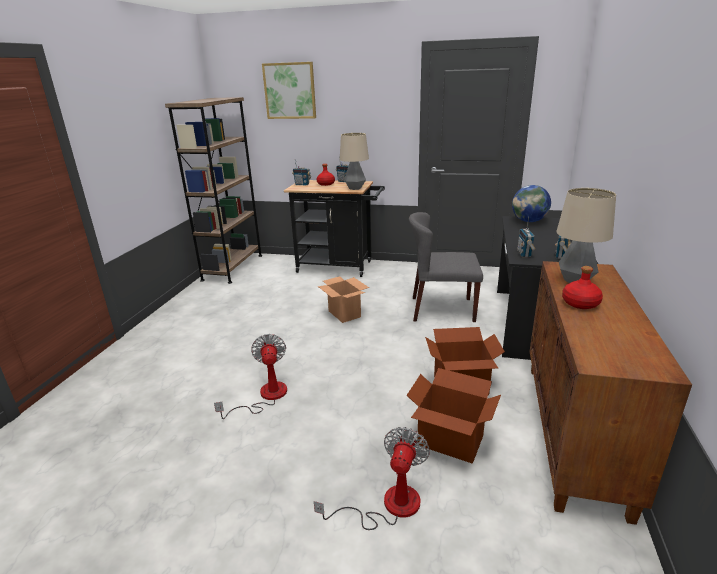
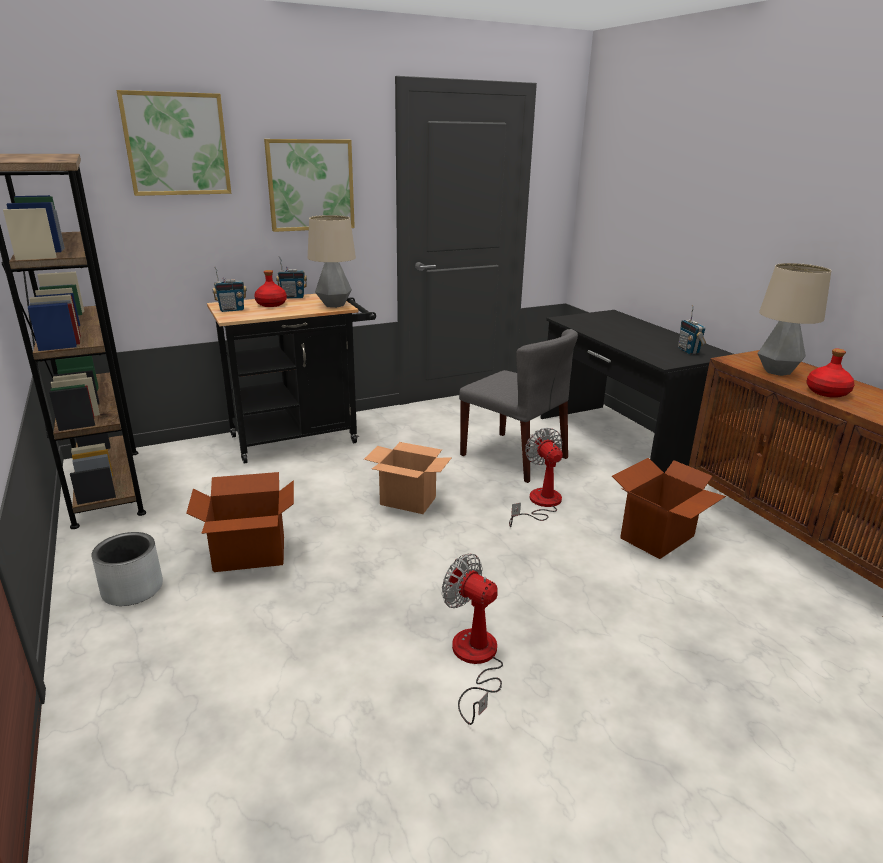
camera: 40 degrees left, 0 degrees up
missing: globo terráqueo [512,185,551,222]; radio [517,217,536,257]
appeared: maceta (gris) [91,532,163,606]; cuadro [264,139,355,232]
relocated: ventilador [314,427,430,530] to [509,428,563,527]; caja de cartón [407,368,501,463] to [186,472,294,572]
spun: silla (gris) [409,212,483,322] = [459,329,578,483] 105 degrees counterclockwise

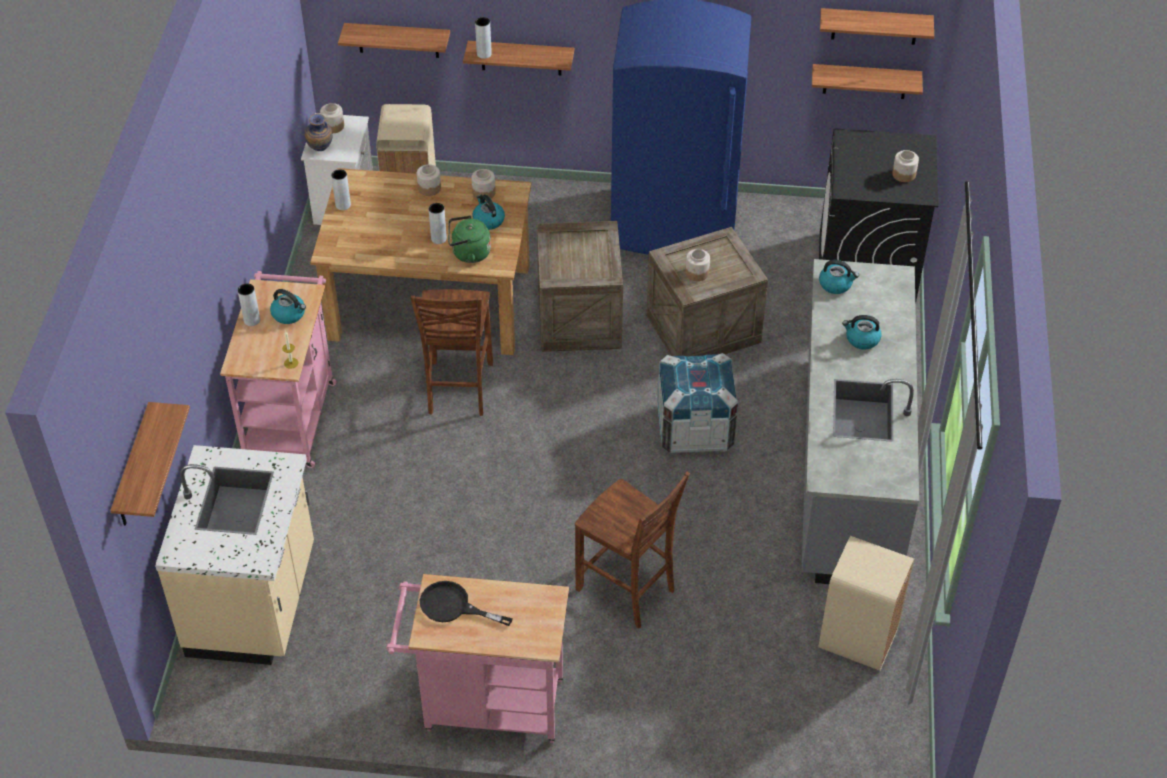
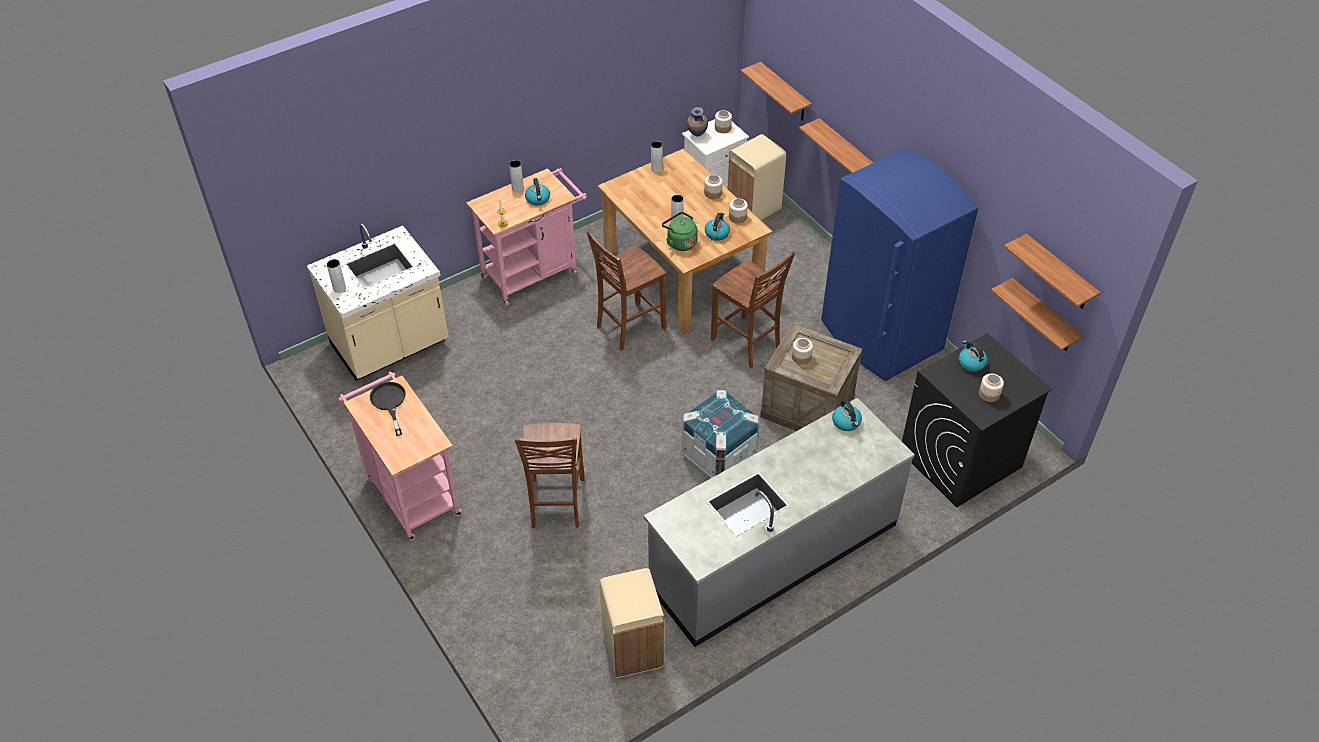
camera: 50 degrees right, 0 degrees up
missing: estante [110,402,190,526]
relocated: florero (gris) [475,17,492,59] to [327,259,346,293]; hervidor [842,315,882,350] to [959,340,988,372]
exchanged: caja de embalaje [537,221,623,352] to silla (marrón) [711,251,795,368]

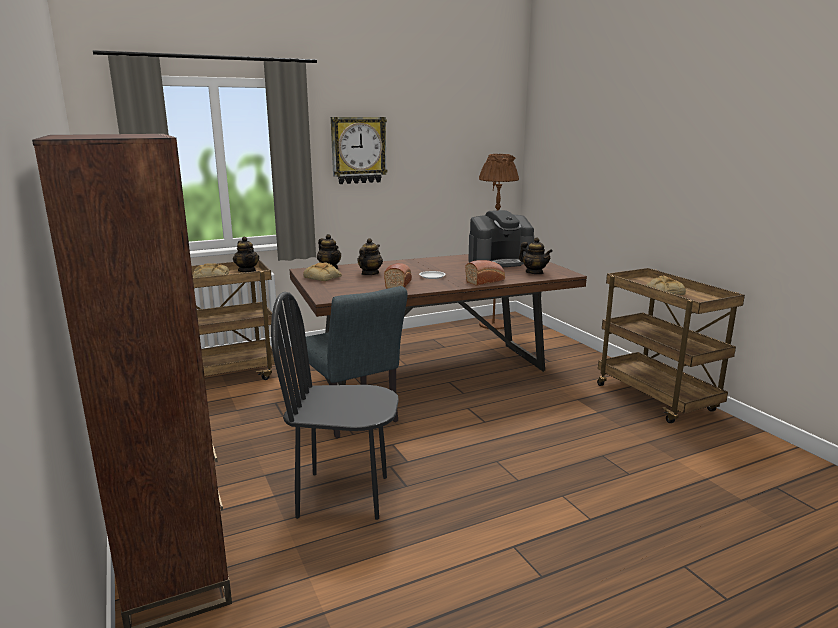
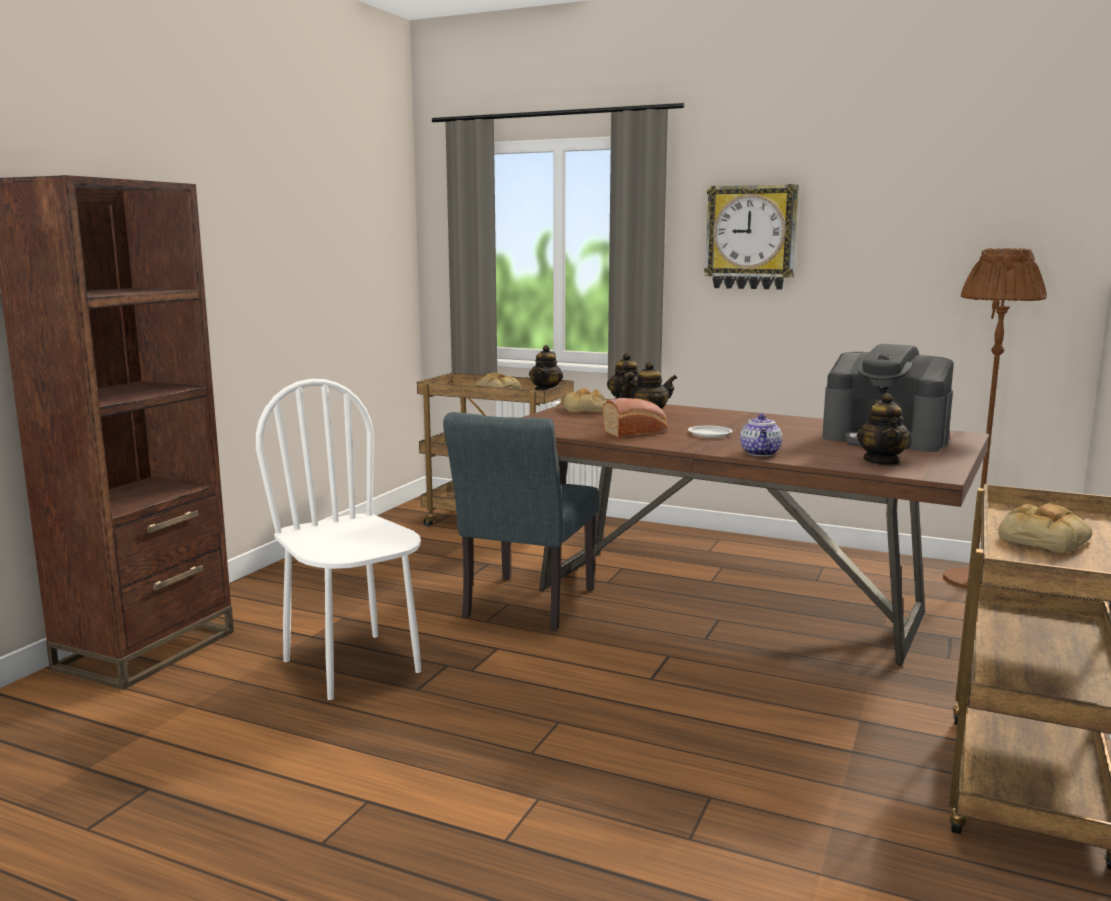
camera: 50 degrees right, 5 degrees down
exchanged: pan [465,260,505,286] to tetera [740,414,782,456]
colour: silla (negro) [271,292,399,520] to silla (blanco) [256,379,421,700]

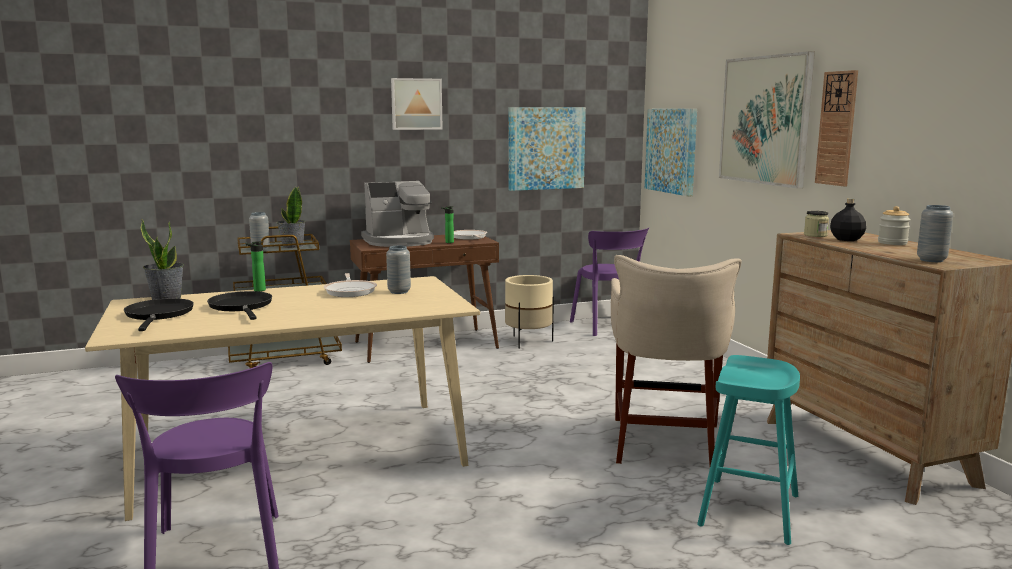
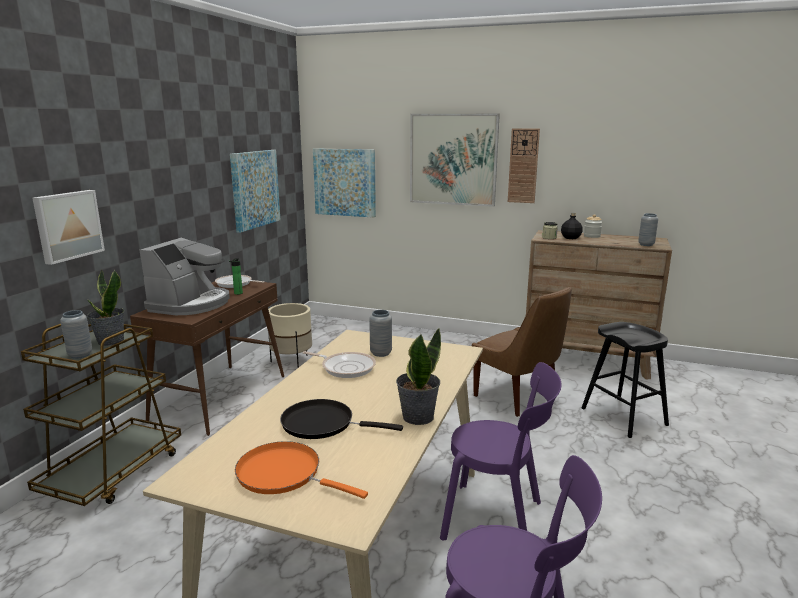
camera: 50 degrees left, 5 degrees up
missing: botella [246,241,266,292]
relocated: planta en maceta [141,218,184,300] to [396,327,441,425]; cuadro [391,78,443,130] to [32,190,105,265]; silla (morado) [570,228,649,336] to [440,362,561,541]
exchanged: taburete (beis) [611,255,742,467] to silla (marrón) [472,287,572,417]
colour: sartén (negro) [124,298,194,331] to sartén (naranja) [235,441,368,499]; taburete (turquesa) [697,355,800,545] to taburete (negro) [582,322,669,438]

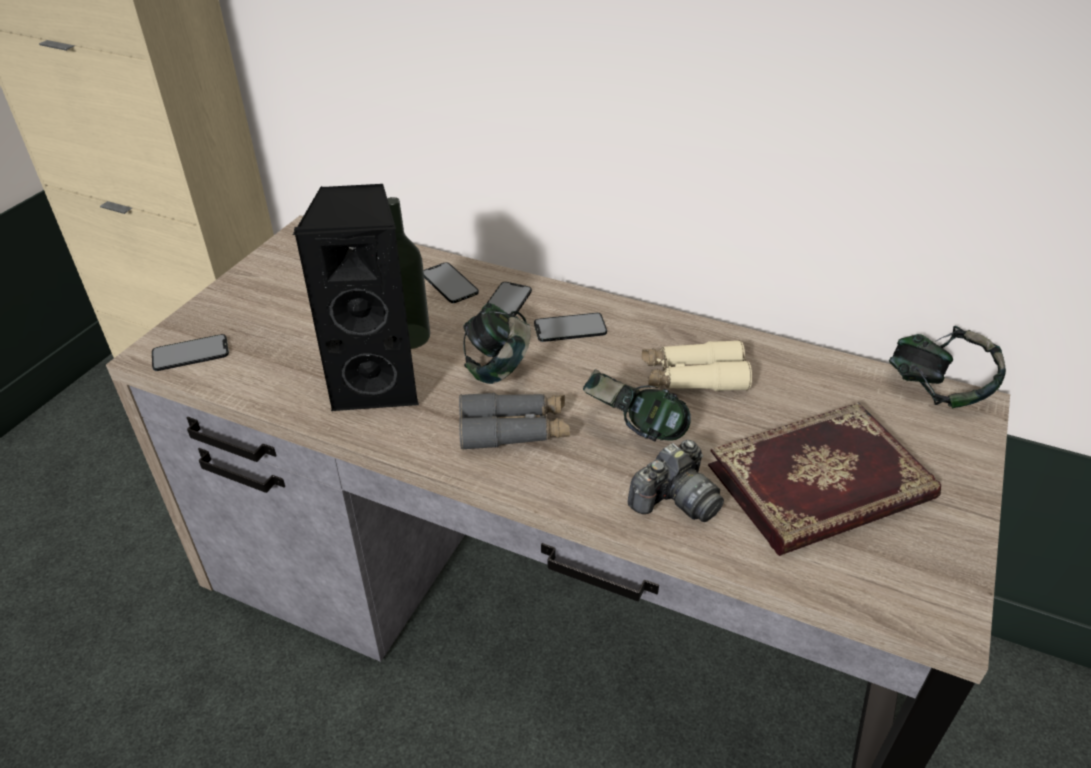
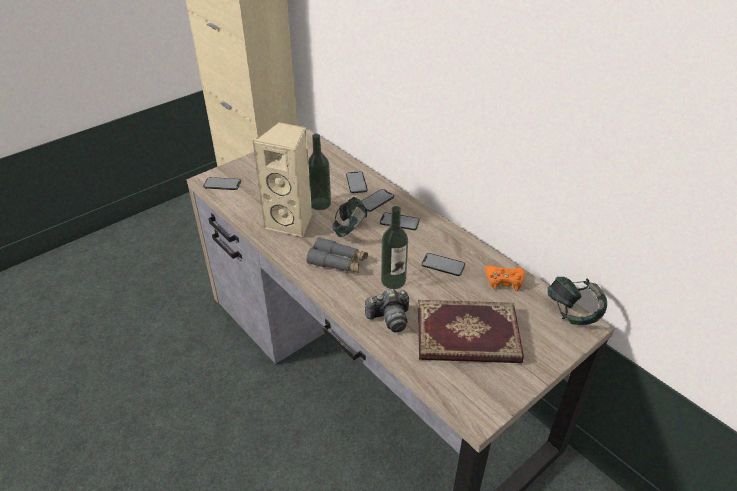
camera: 25 degrees right, 0 degrees up
appeared: mando de consola (naranja) [485,265,525,291]
exchanged: auriculares [583,369,691,442] to botella [381,206,408,289]; prismáticos (beis) [642,340,752,391] to móvil [422,253,465,276]
colour: altavoz (negro) [293,184,419,412] to altavoz (beis) [252,122,313,237]

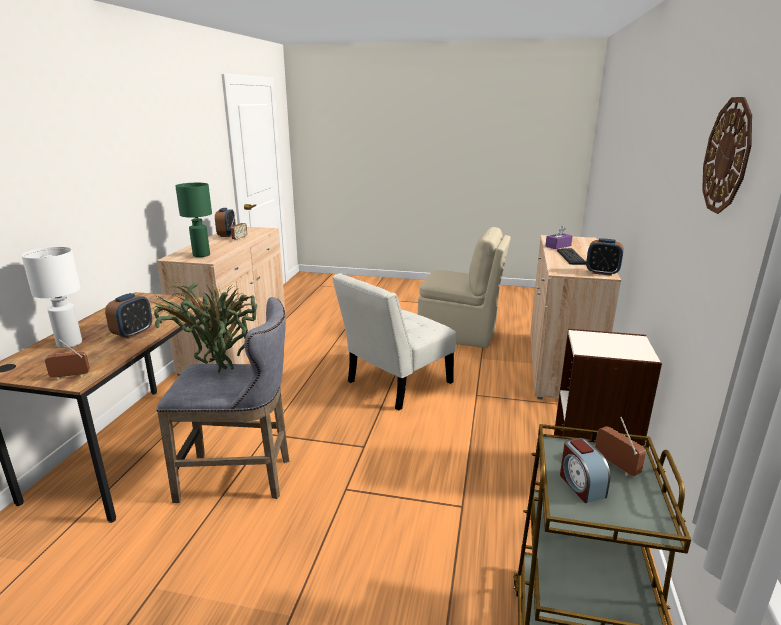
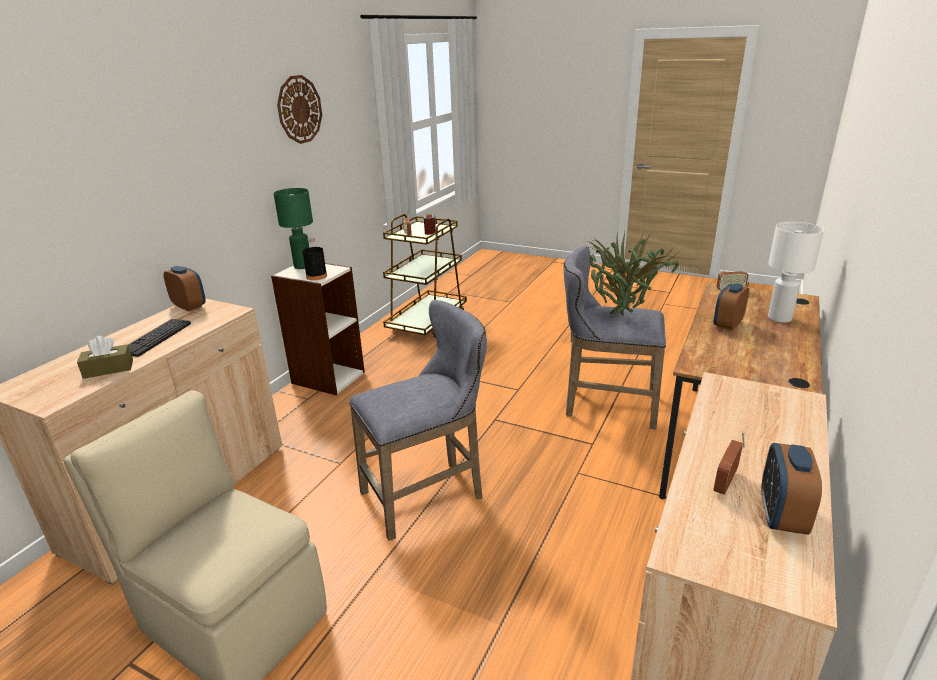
camera: 165 degrees left, 5 degrees up
appeared: botella (negro) [302,237,327,280]
relocated: lámpara de mesa (verde) [175,183,212,257] to [274,188,313,269]
exchanged: silla (blanco) [332,273,456,411] to taburete (gris) [349,300,487,541]
colour: caja de pañuelos (morado) [545,226,573,249] to caja de pañuelos (marrón) [77,336,133,379]

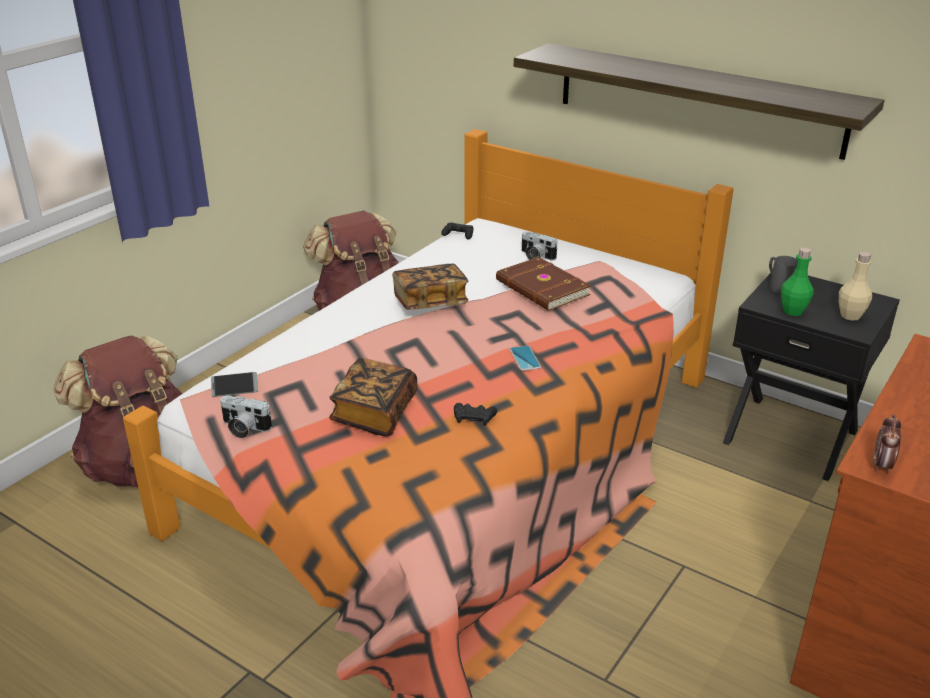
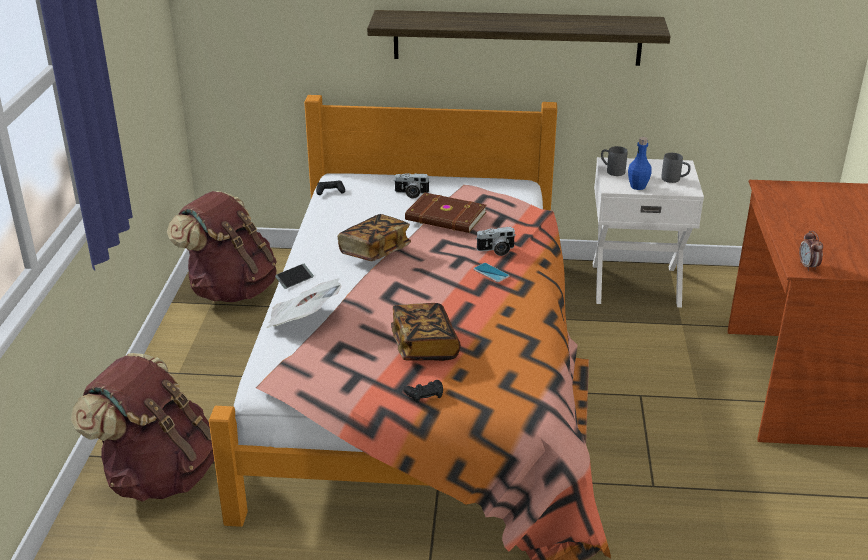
camera: 30 degrees left, 0 degrees up
appeared: periódico [267,278,341,328]
relocated: móvil [211,372,258,397] to [275,264,314,289]; cámara [220,395,272,438] to [476,227,516,256]; mando de consola (negro) [454,403,498,426] to [404,380,443,403]
exchanged: botella (beis) [839,252,872,321] to taza grande (gris) [661,153,691,183]
colour: mesita de noche (negro) [723,273,900,481] to mesita de noche (blanco) [593,157,704,308]; botella (verde) [781,248,813,316] to botella (azul) [628,137,652,190]

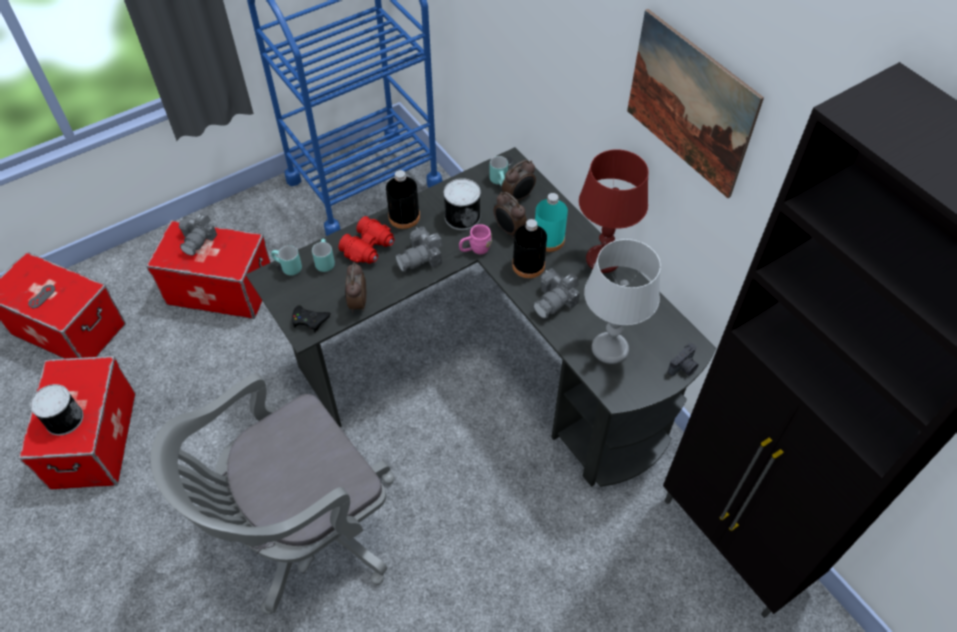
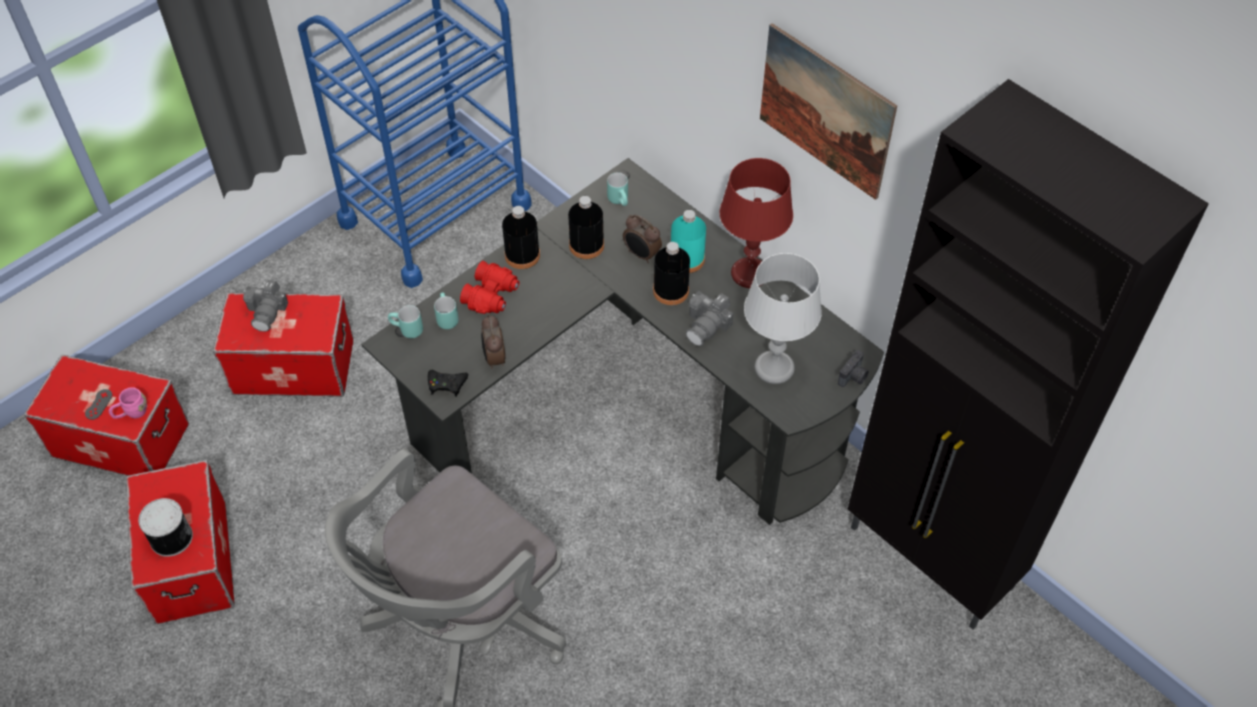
camera: 10 degrees left, 0 degrees up
missing: cámara [396,227,443,272]; despertador [502,160,536,201]
relocated: taza grande (rosa) [459,224,492,254] to [109,387,147,419]
exchanged: lata [444,178,481,230] to botella (negro) [568,196,604,259]

